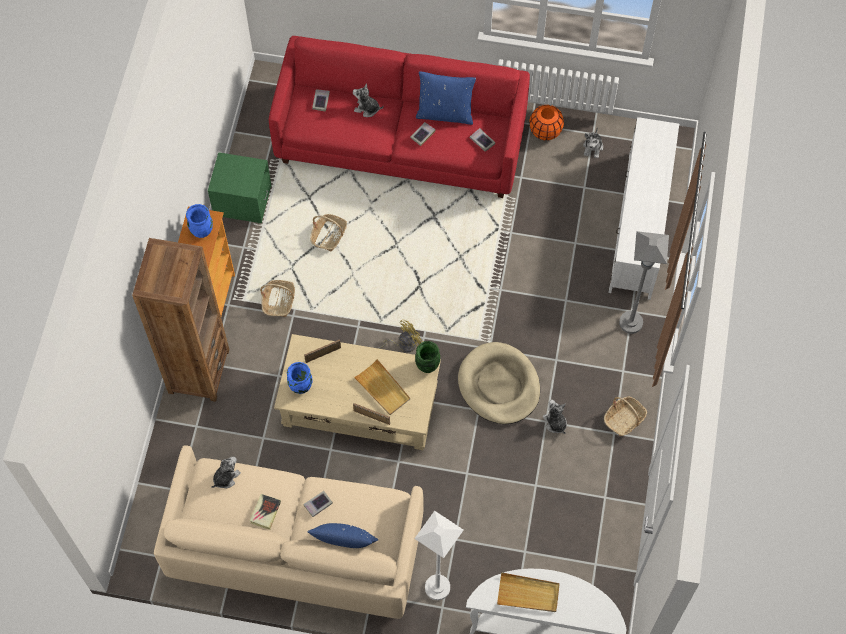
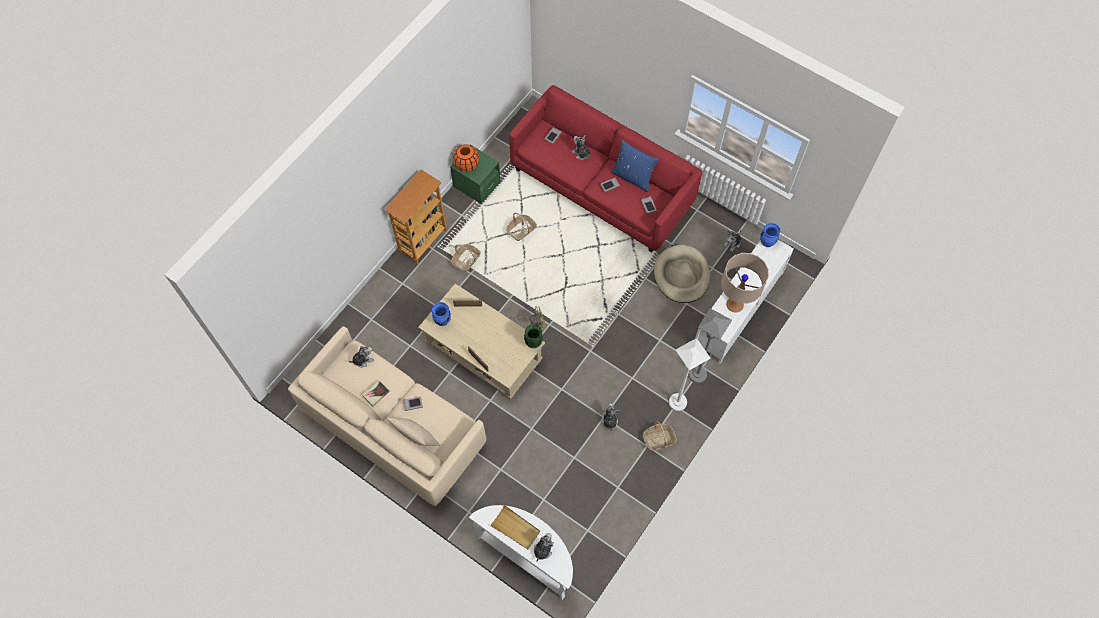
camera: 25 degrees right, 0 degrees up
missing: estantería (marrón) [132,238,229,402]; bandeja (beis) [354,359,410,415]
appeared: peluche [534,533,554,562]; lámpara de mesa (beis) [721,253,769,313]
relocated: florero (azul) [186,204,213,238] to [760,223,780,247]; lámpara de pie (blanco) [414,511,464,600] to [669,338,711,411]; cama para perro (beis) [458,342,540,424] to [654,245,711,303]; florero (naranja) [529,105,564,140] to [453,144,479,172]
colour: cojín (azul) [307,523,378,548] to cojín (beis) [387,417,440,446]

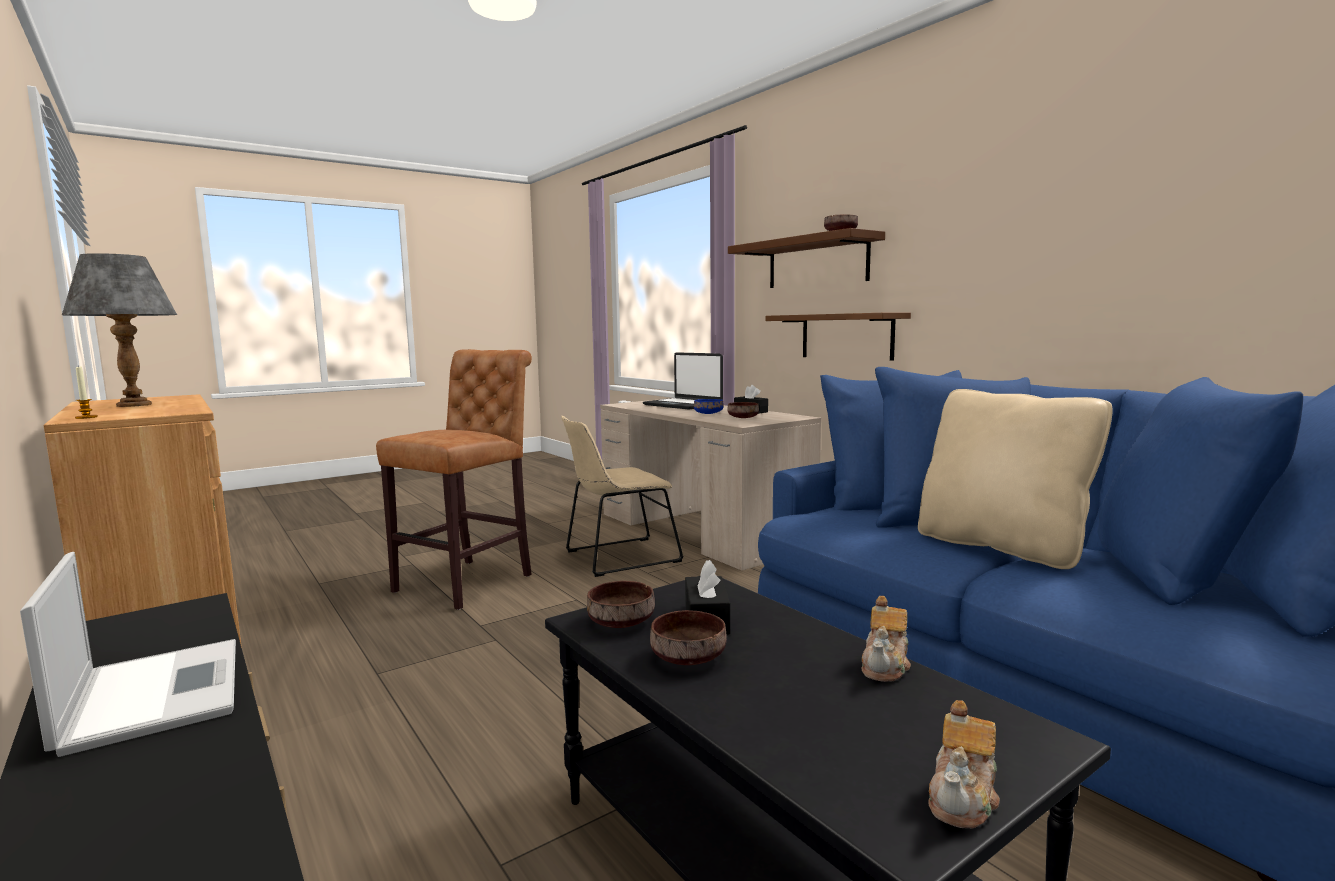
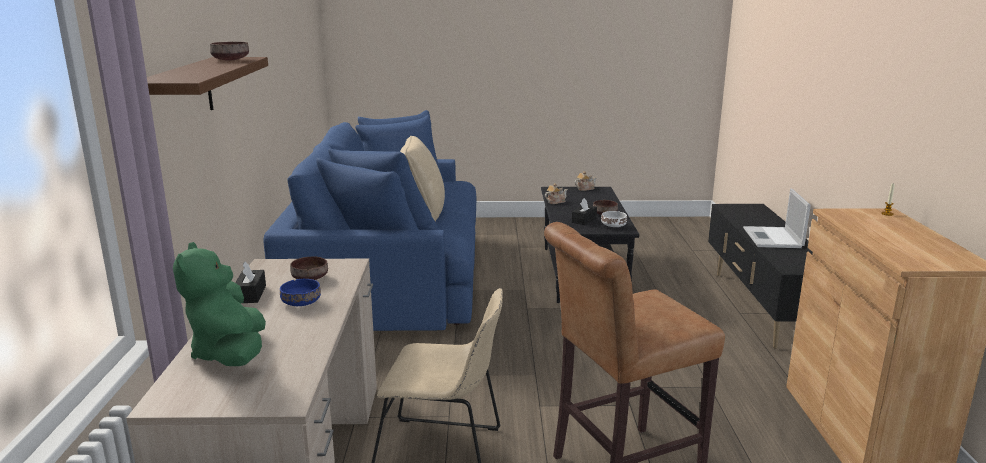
camera: 145 degrees left, 10 degrees up
missing: lámpara de mesa (gris) [62,253,177,407]; estante (marrón) [765,312,911,361]
exchanged: portátil [643,352,723,410] to peluche (verde) [173,242,266,366]
colour: cuenco (marrón) [587,581,655,628] to cuenco (blanco) [601,211,627,227]

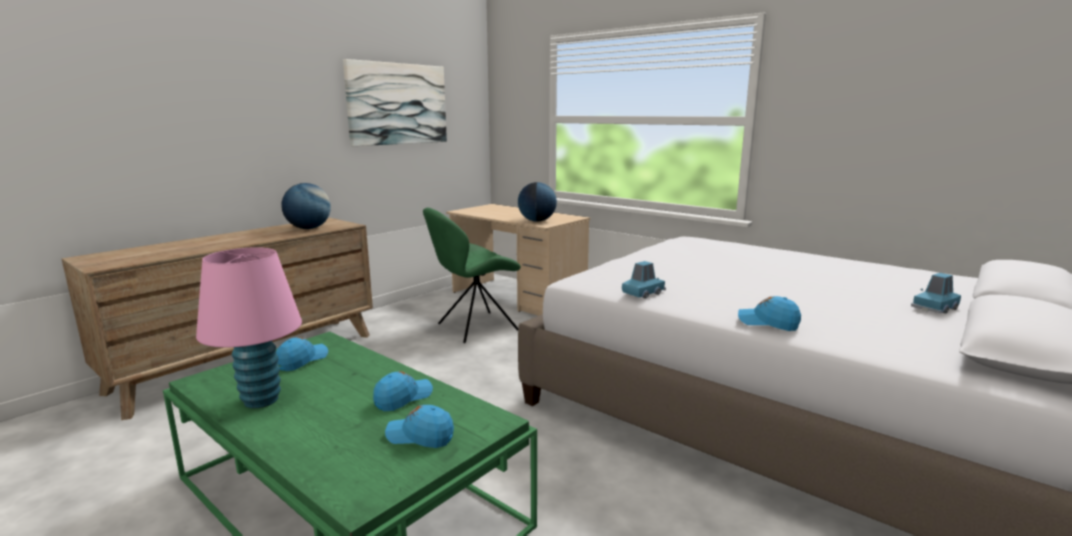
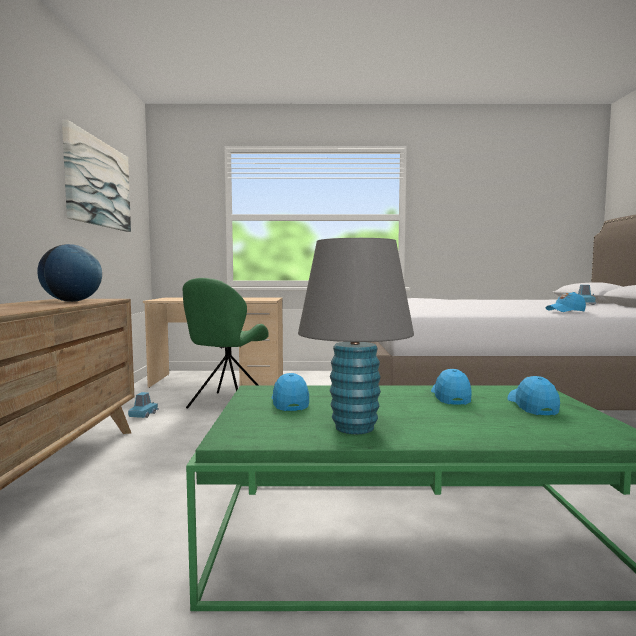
camera: 40 degrees left, 10 degrees down
missing: globo terráqueo [518,182,557,222]
relocated: coche de juguete (azul) [622,261,666,299] to [128,392,159,418]
colour: lámpara de mesa (rosa) [196,247,302,408] to lámpara de mesa (gris) [298,238,414,434]
spun: gorra (azul) [385,405,454,448] = [507,376,560,415] 120 degrees clockwise

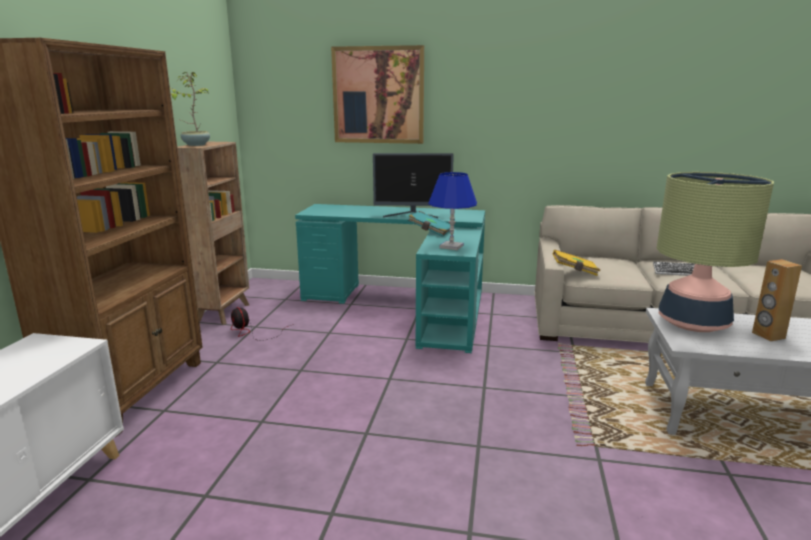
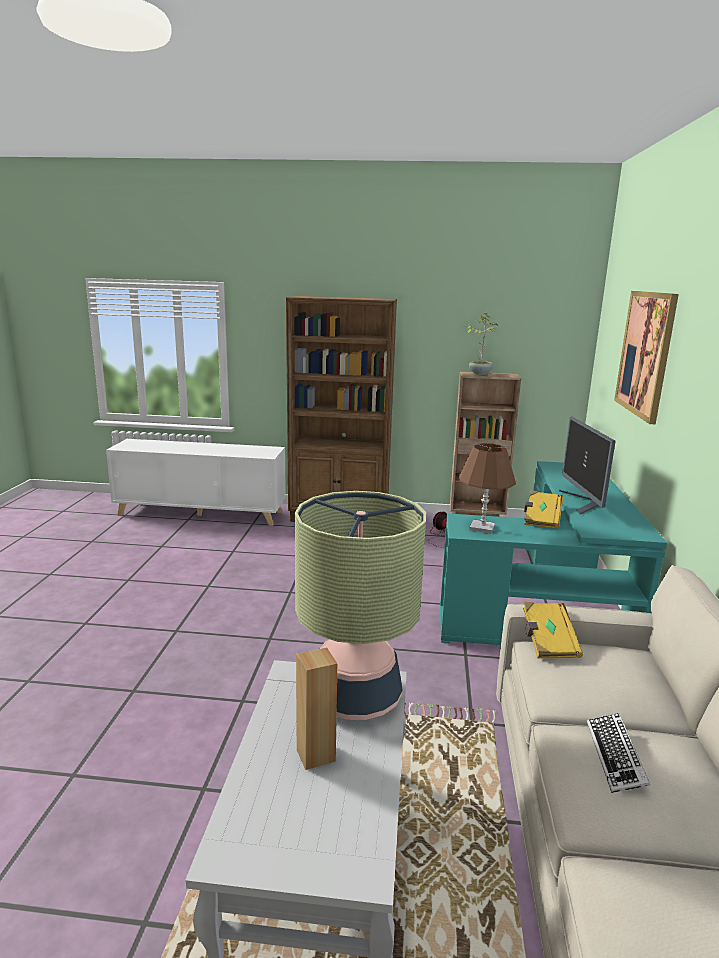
camera: 85 degrees right, 0 degrees up
colour: libro (turquesa) [408,211,450,237] to libro (amarillo) [524,490,564,529]; lámpara de mesa (azul) [428,172,477,250] to lámpara de mesa (marrón) [459,443,516,534]

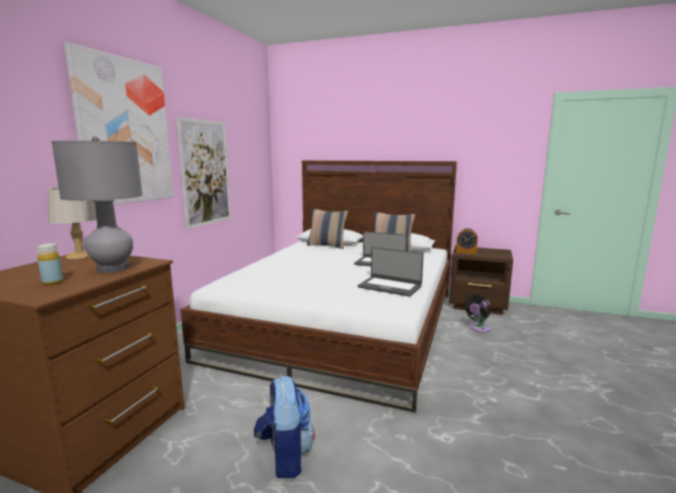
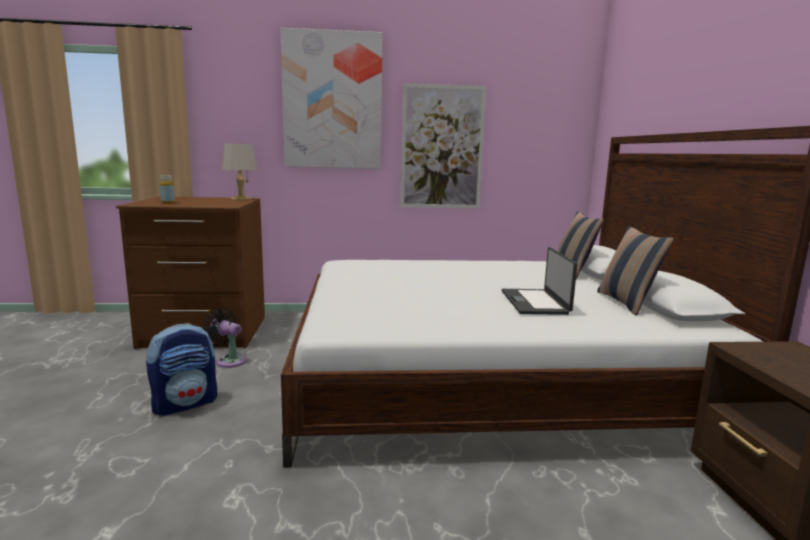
camera: 65 degrees right, 0 degrees up
missing: lámpara de mesa (gris) [51,136,143,273]; portátil [358,247,423,297]; despertador [456,228,478,254]
relocated: ventilador (negro) [464,294,491,333] to [203,307,247,368]

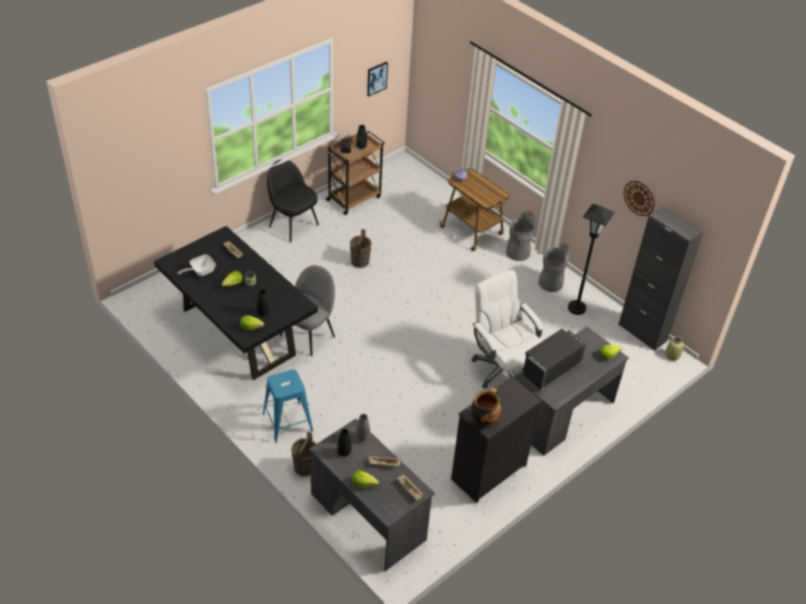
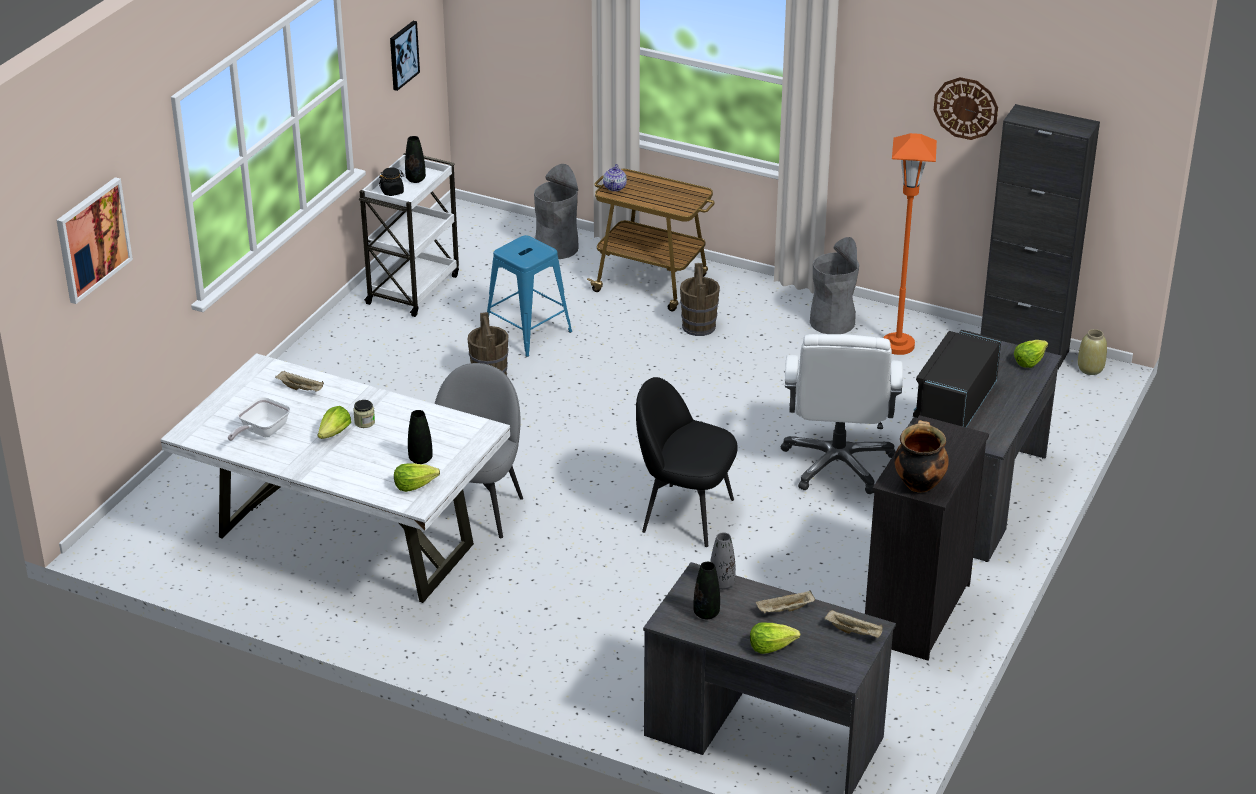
camera: 20 degrees left, 10 degrees down
appeared: cuadro [57,177,133,304]
relocated: taburete (azul) [263,370,313,443] to [487,235,572,357]; silla (negro) [267,160,319,243] to [636,377,738,547]; cubo (marrón) [291,432,316,476] to [680,263,720,336]; papelera (gris) [506,211,535,261] to [534,164,579,259]
colour: mesa de comedor (negro) [154,226,318,380] to mesa de comedor (blanco) [161,353,510,603]; carrito (marrón) [325,131,385,215] to carrito (blanco) [359,153,459,317]; lámpara de pie (negro) [568,204,615,315] to lámpara de pie (naranja) [883,133,937,355]
spun: silla de oficina (blanco) [471,270,543,389] = [781,334,903,494] 120 degrees counterclockwise

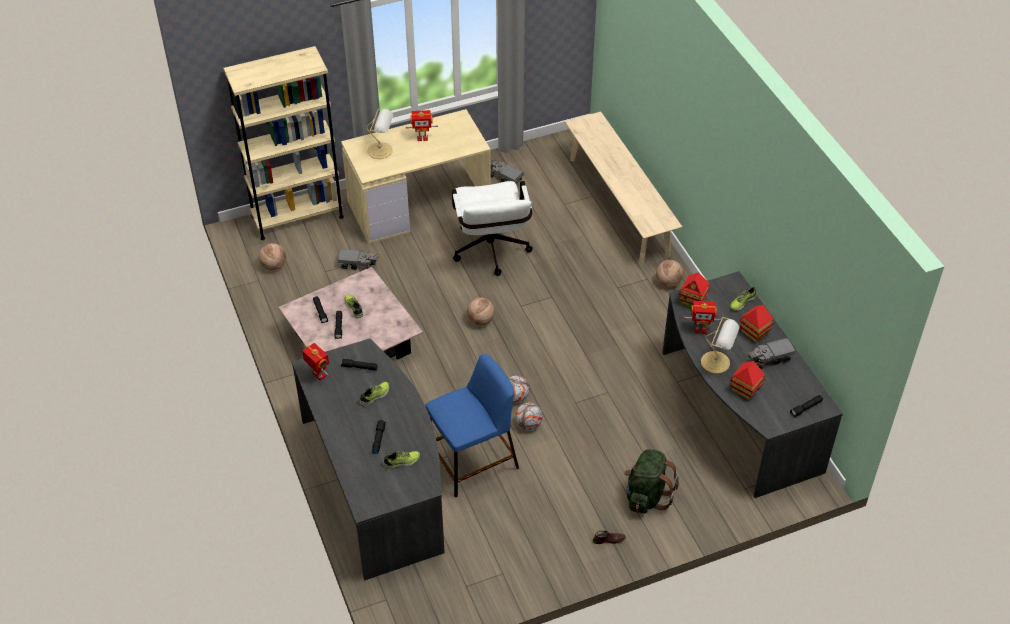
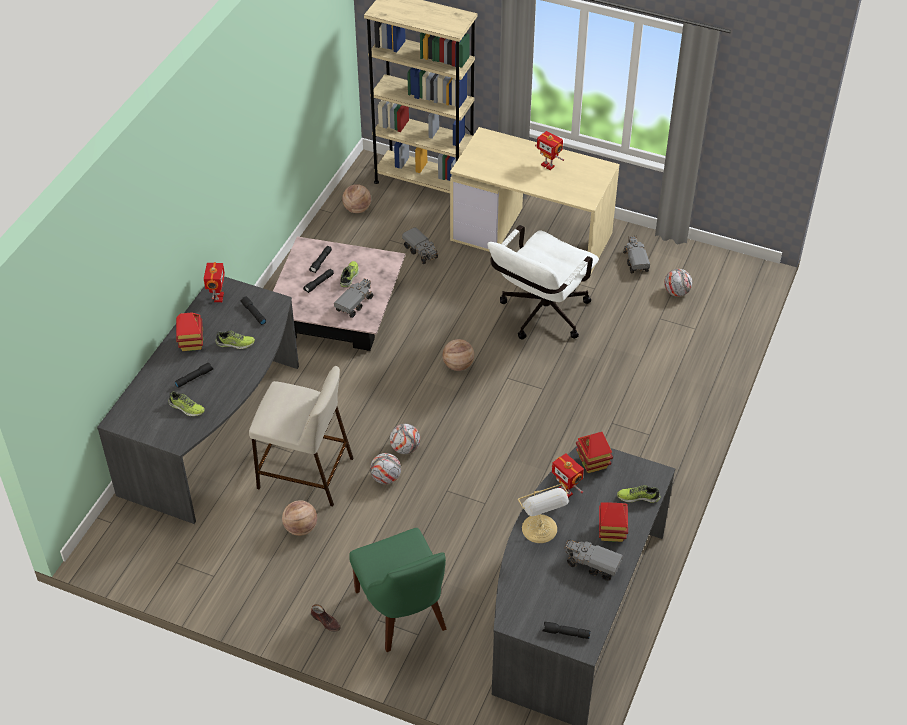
camera: 45 degrees right, 0 degrees up
missing: lámpara de mesa [366,109,393,159]; banco (beis) [565,112,682,266]
appeared: camión de juguete [334,278,373,318]; balón de fútbol [664,269,692,297]
relocated: balón de baloncesto [656,260,684,287] to [282,500,317,536]; casita [730,361,765,400] to [176,312,203,351]
exchanged: mochila (verde) [624,449,679,514] to silla (verde) [349,528,446,652]
colour: taburete (azul) [425,354,519,497] to taburete (beis) [249,366,353,506]

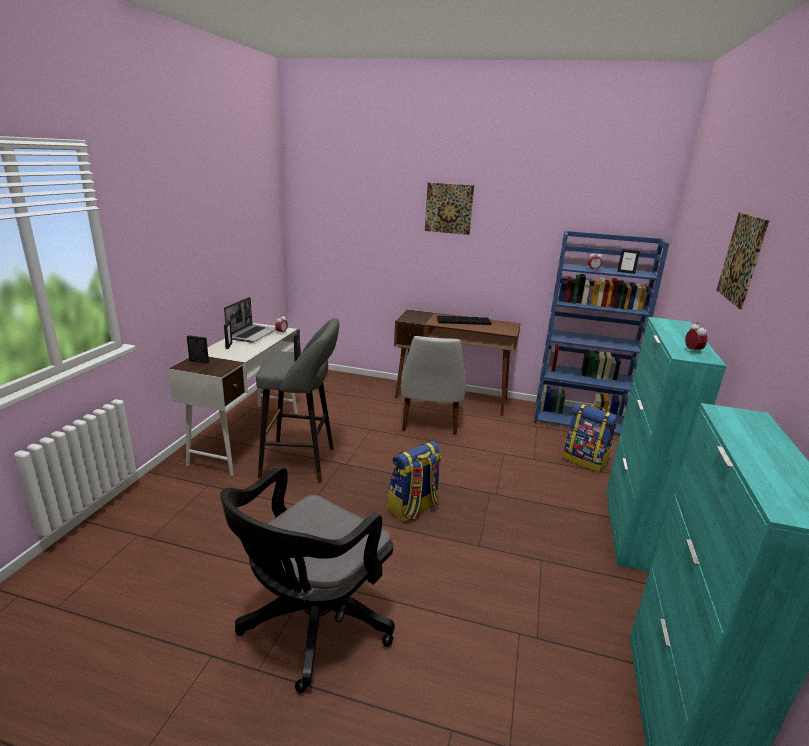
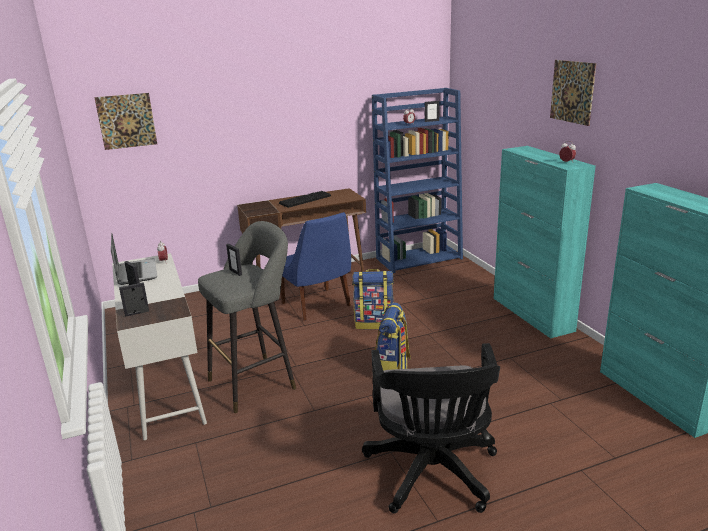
camera: 35 degrees left, 0 degrees up
relocated: cuadro [425,183,474,235] to [94,93,157,150]; mochila [563,403,617,472] to [352,269,394,329]
colour: silla (blanco) [401,336,466,435] to silla (azul) [280,212,351,321]

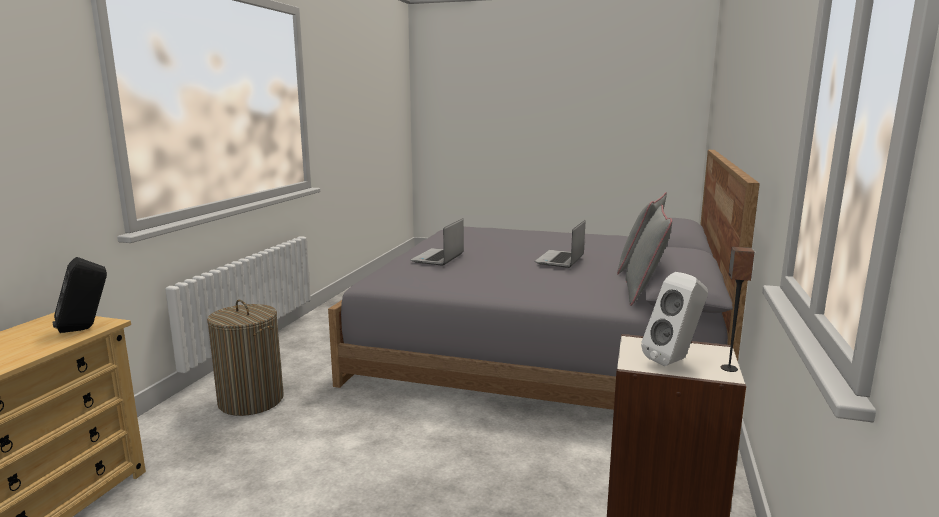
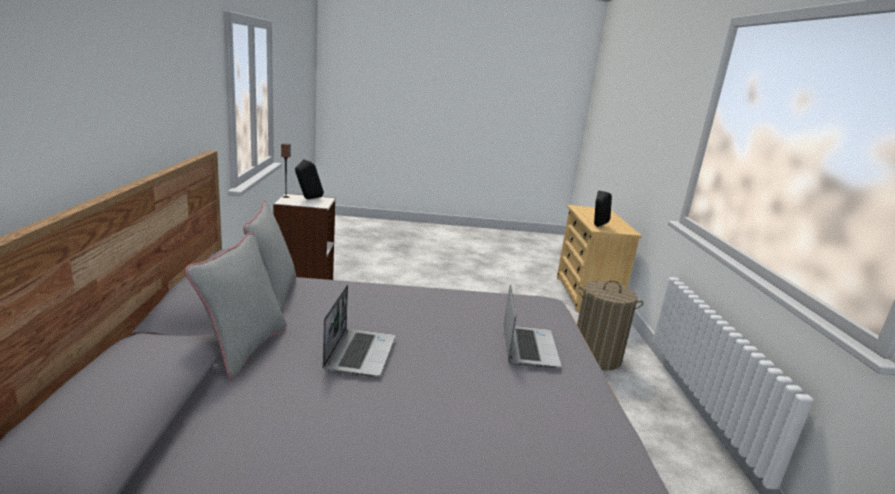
camera: 160 degrees right, 5 degrees up
colour: altavoz (blanco) [641,272,708,366] to altavoz (negro) [295,159,324,199]

